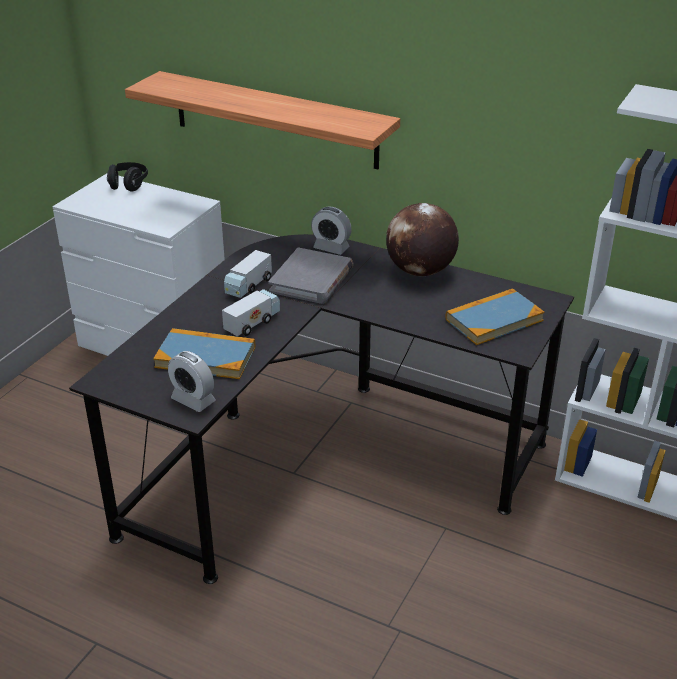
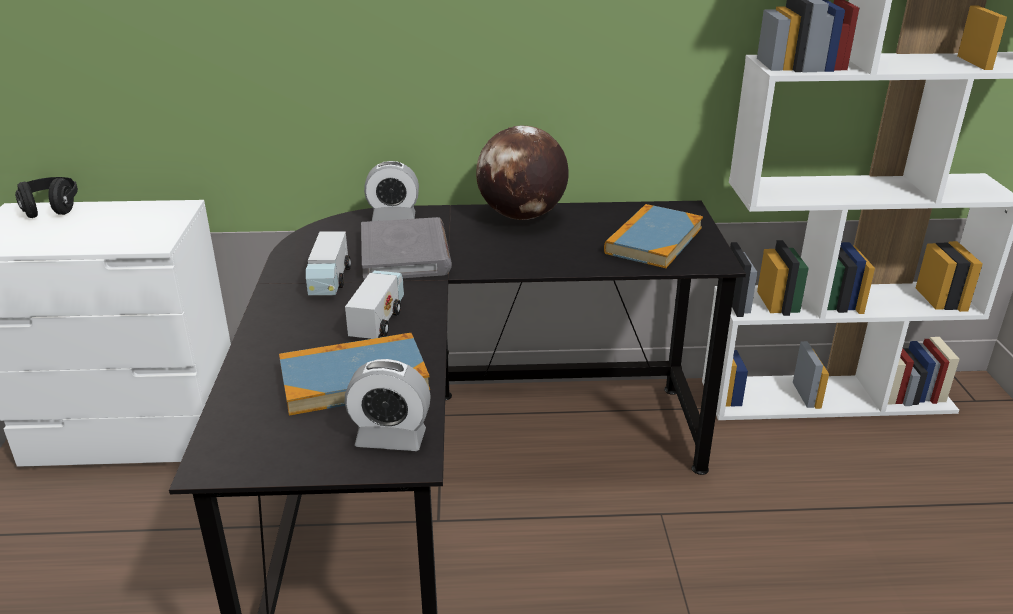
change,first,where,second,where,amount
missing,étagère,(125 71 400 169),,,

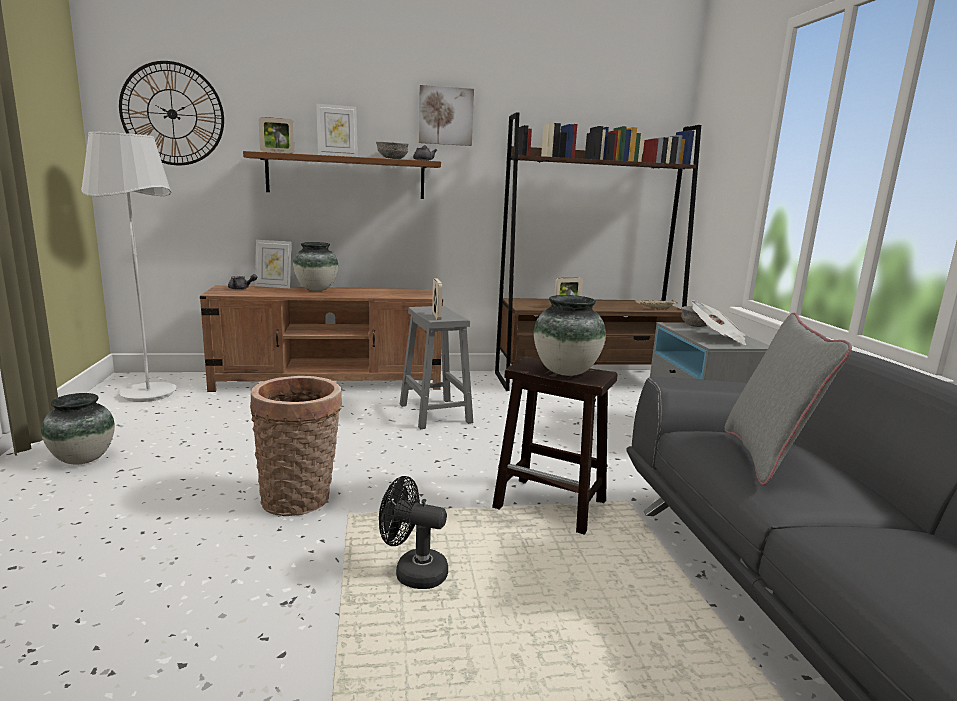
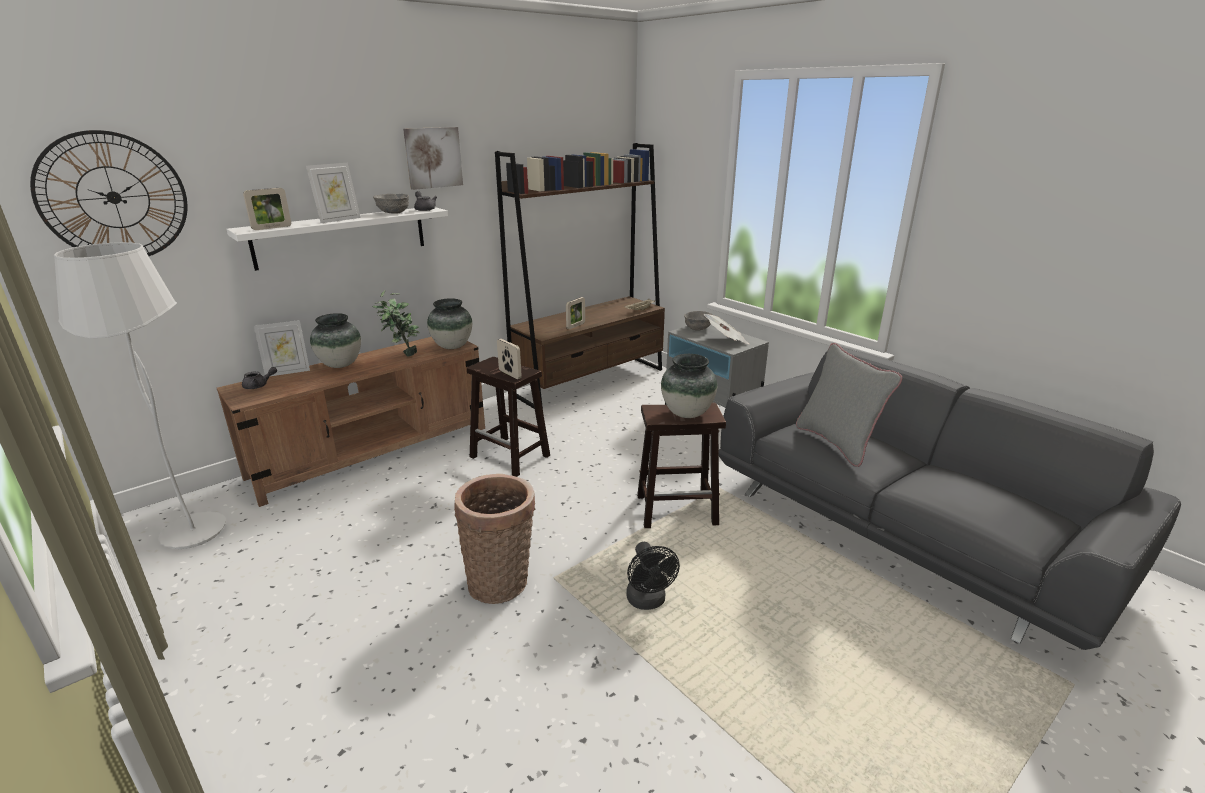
change,first,where,second,where,amount
colour,étagère/marron,(243 151 441 199),étagère/blanc,(226 207 448 271),
colour,tabouret/gris,(400 306 473 429),tabouret/marron,(467 357 550 477),
relocated,vase,(41 393 115 464),,(427 298 472 349),
spun,ventilateur/noir,(379 476 448 589),,(626 542 680 610),90 degrees counterclockwise
appeared,,,plante en pot,(373 290 420 356),

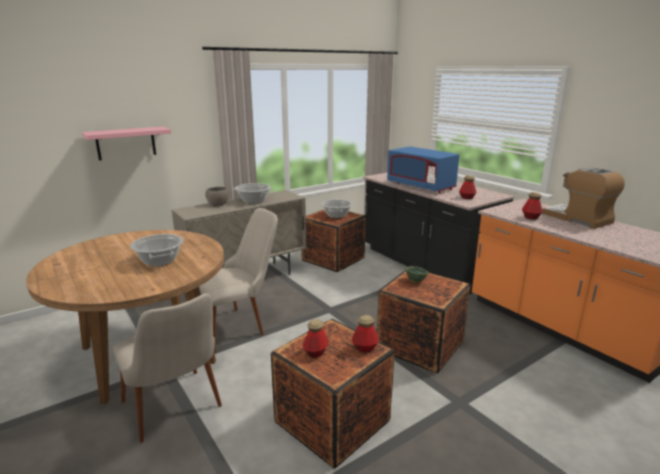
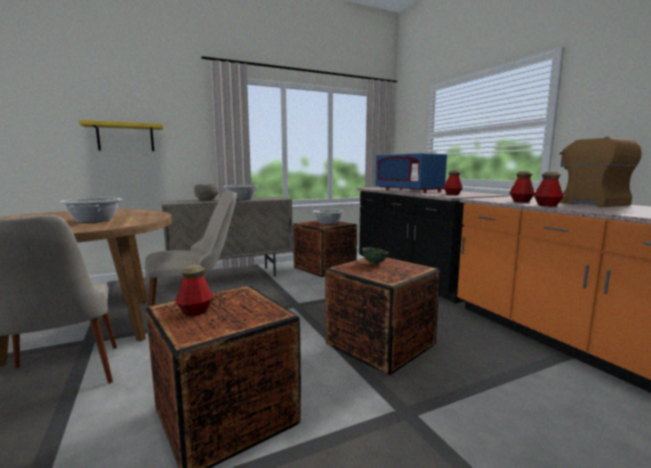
change,first,where,second,where,amount
colour,étagère/rose,(82 126 171 160),étagère/jaune,(79 120 163 151),
relocated,bouteille,(352 315 379 352),,(534 172 564 206),

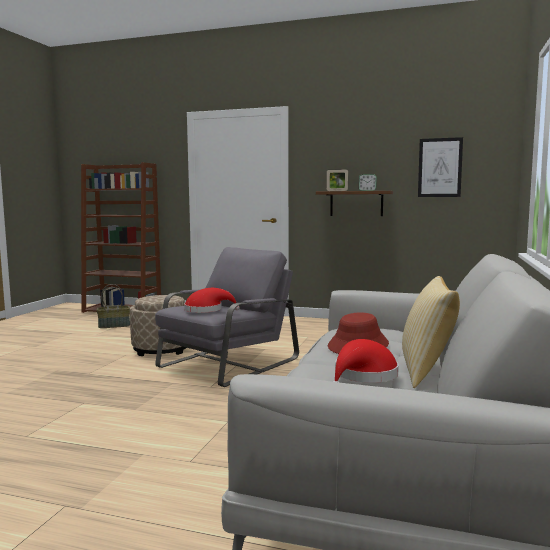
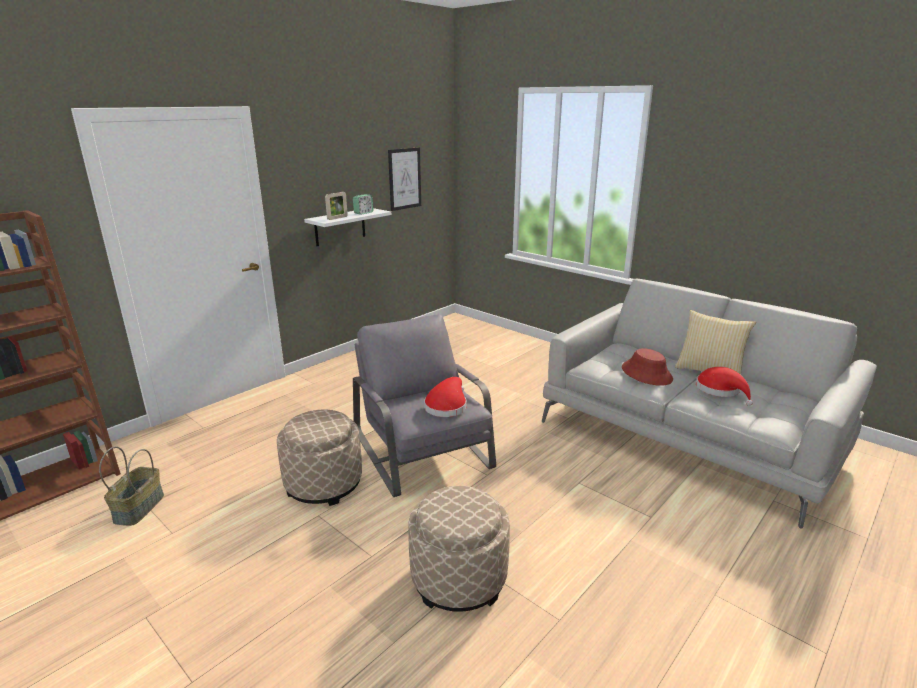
change,first,where,second,where,amount
colour,étagère/marron,(316 191 393 216),étagère/blanc,(304 208 391 246),
appeared,,,pouf/beige,(408 486 510 612),

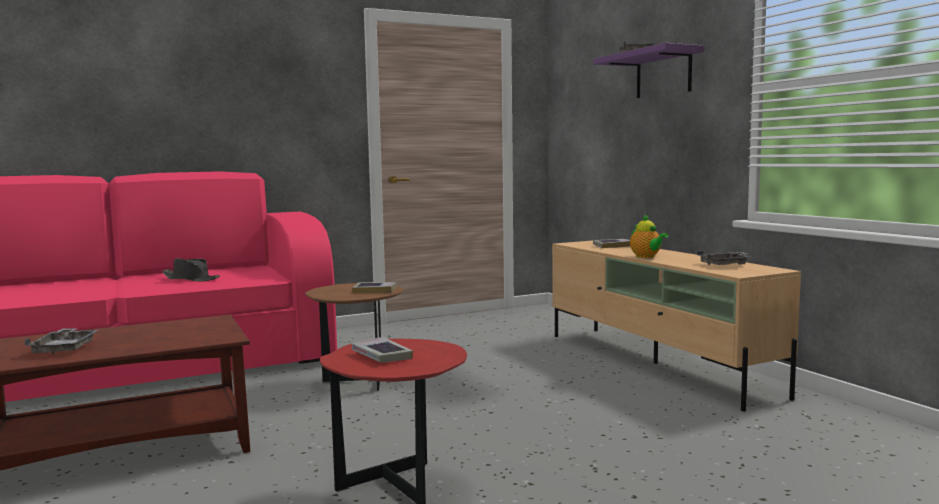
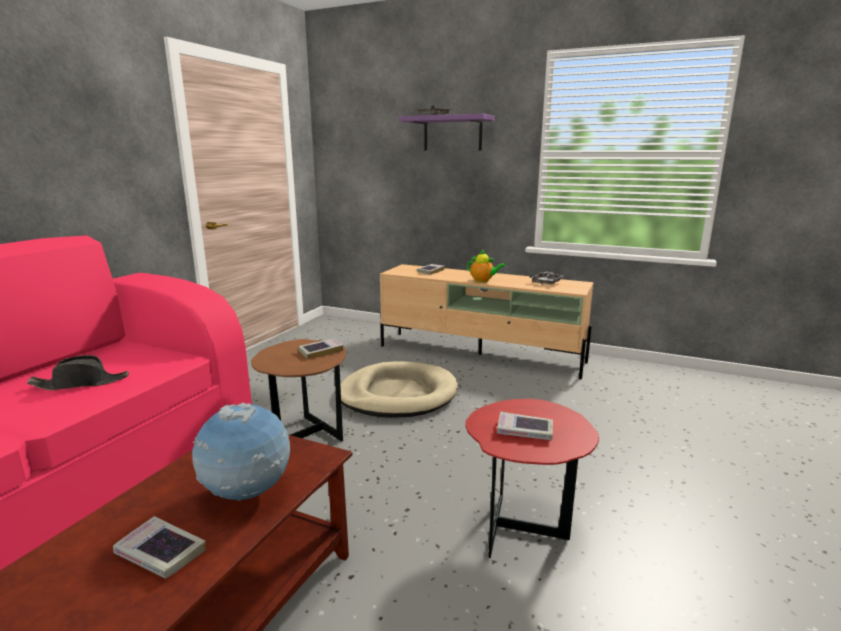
change,first,where,second,where,amount
exchanged,plateau/gris,(24 328 98 354),livre,(113 516 206 579),
appeared,,,panier pour chien/beige,(340 361 458 418),
appeared,,,globe,(192 402 290 500),

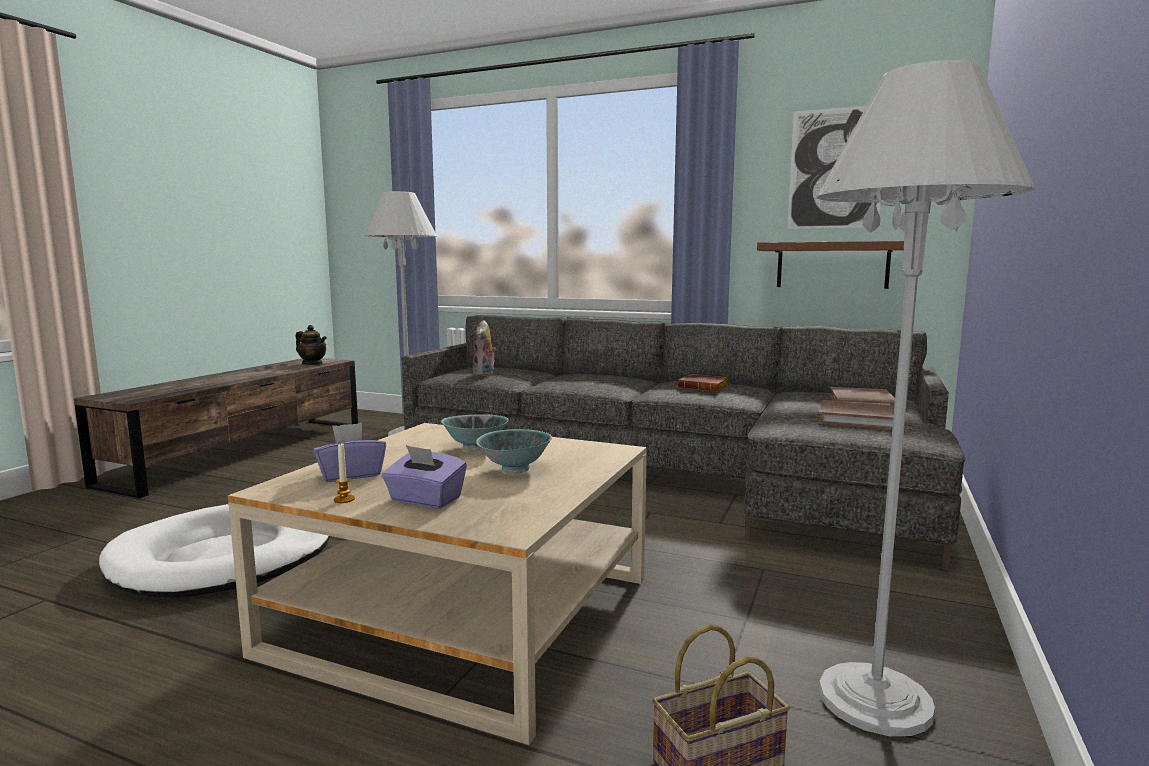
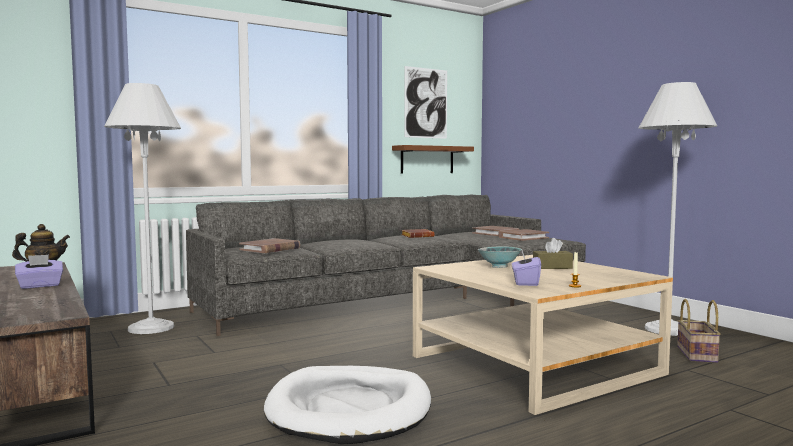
change,first,where,second,where,amount
exchanged,peluche,(473 320 497 376),livre/marron,(239 238 300 253),
exchanged,bol,(476 429 552 474),boîte à mouchoirs/marron,(533 238 573 269),
relocated,boîte à mouchoirs/violet,(382 445 467 509),,(15 254 63 289),

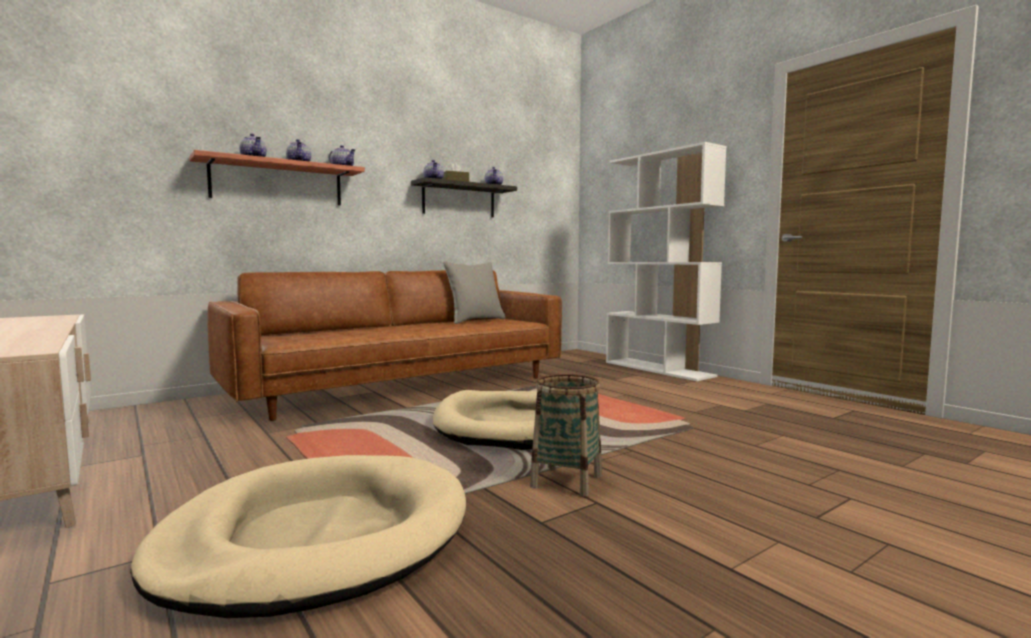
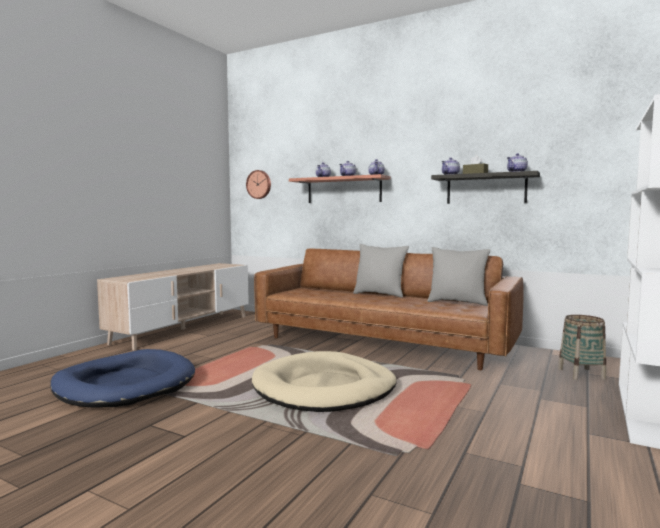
change,first,where,second,where,amount
relocated,panier,(530 374 602 497),,(558 315 606 380),
colour,panier pour chien/beige,(130 455 466 618),panier pour chien/bleu,(50 349 195 408),
appeared,,,horloge murale,(246 170 271 199),
appeared,,,coussin/gris,(353 244 409 298),

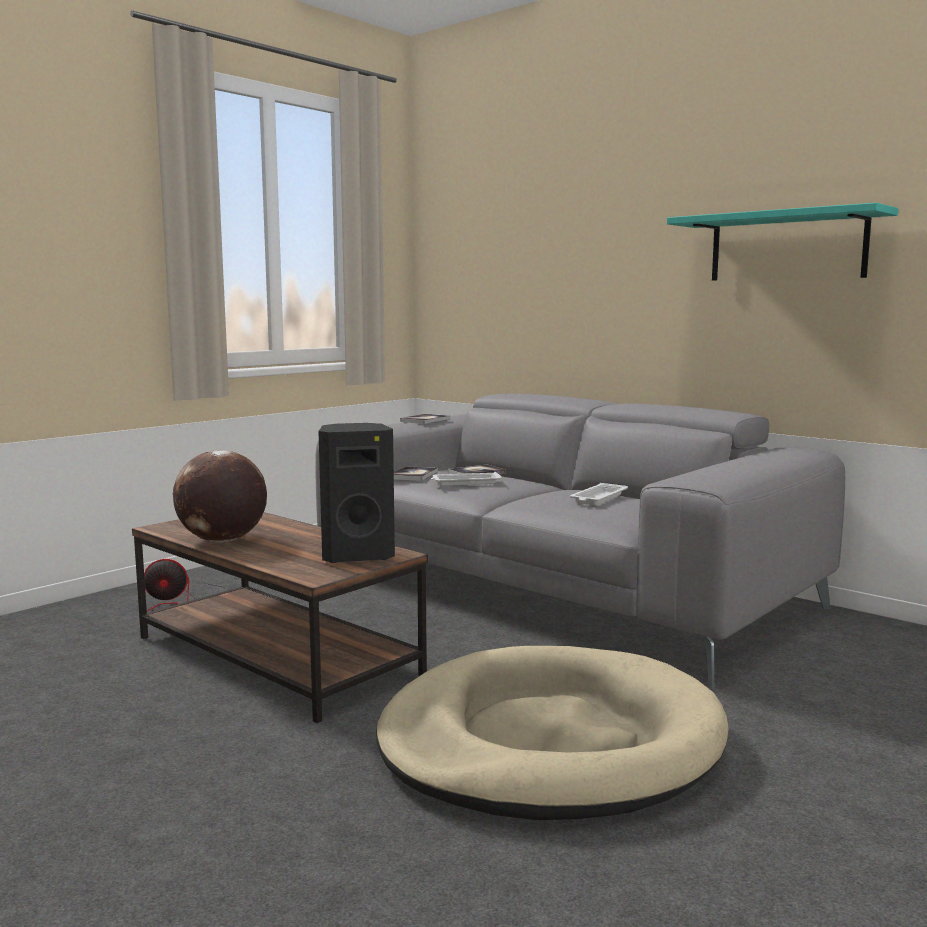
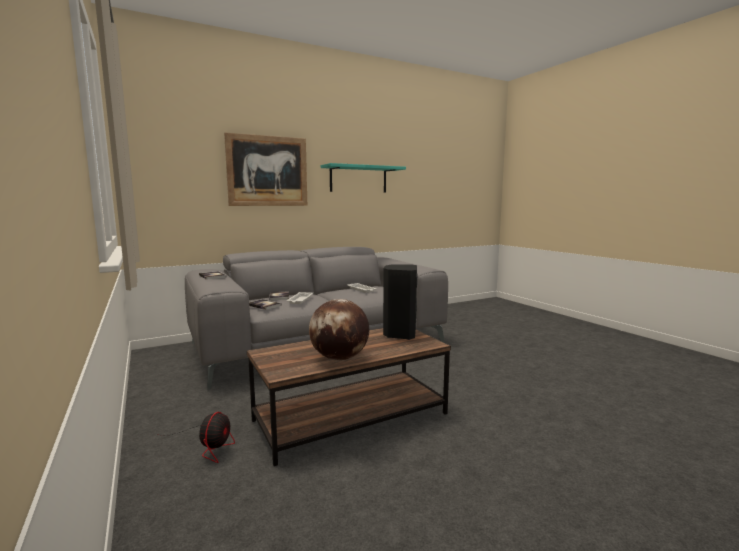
change,first,where,second,where,amount
missing,panier pour chien/beige,(376 646 729 820),,,
appeared,,,tableau,(224 133 307 206),

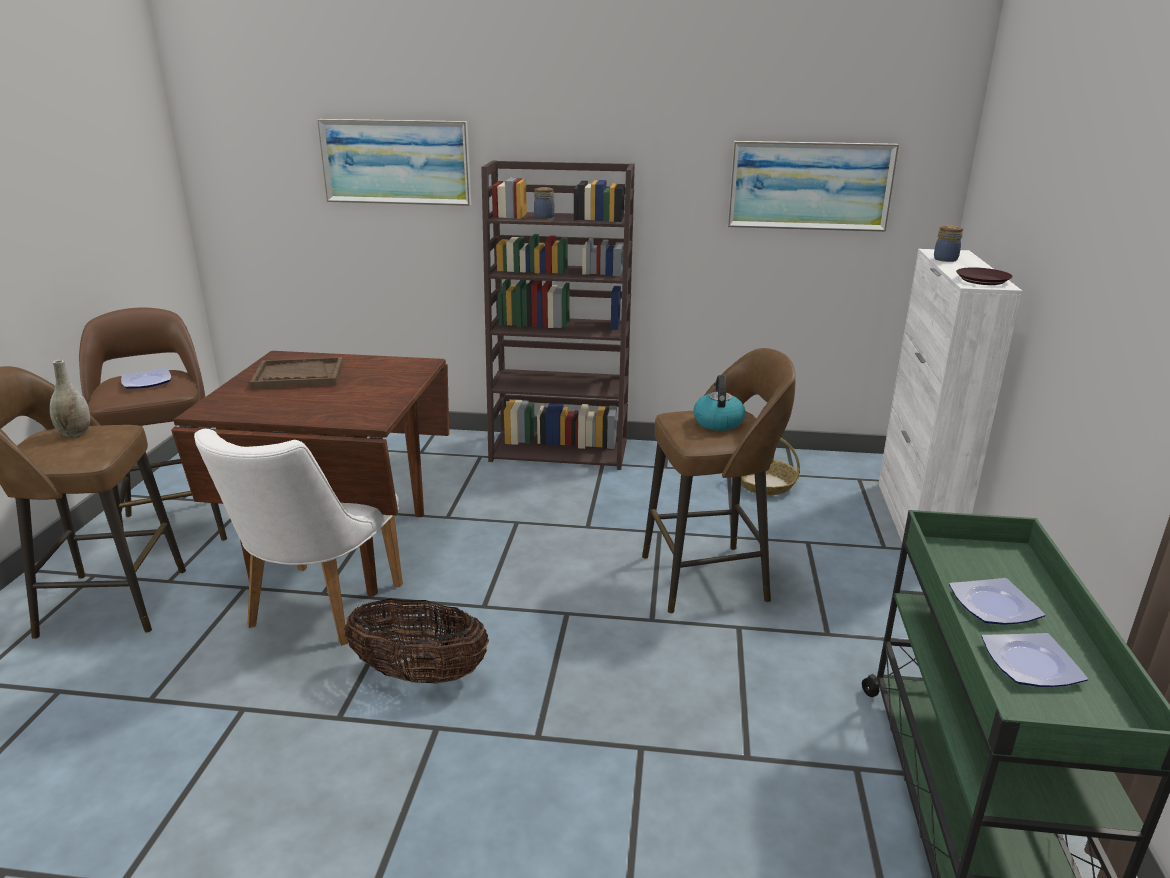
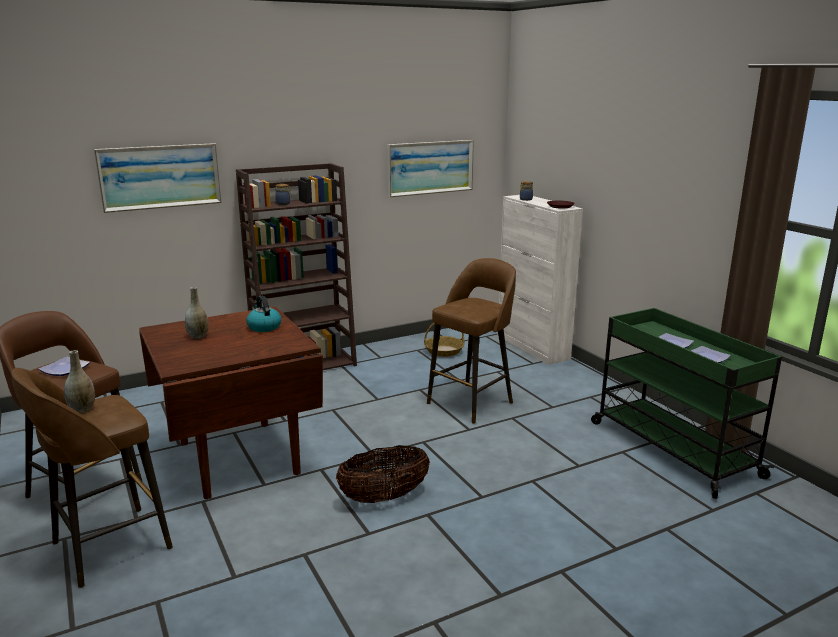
change,first,where,second,where,amount
exchanged,plateau/marron,(250 357 343 390),vase/gris,(185 287 209 338),
relocated,bouilloire,(693 375 745 431),,(246 296 281 332),
missing,chaise/blanc,(194 429 403 646),,,

